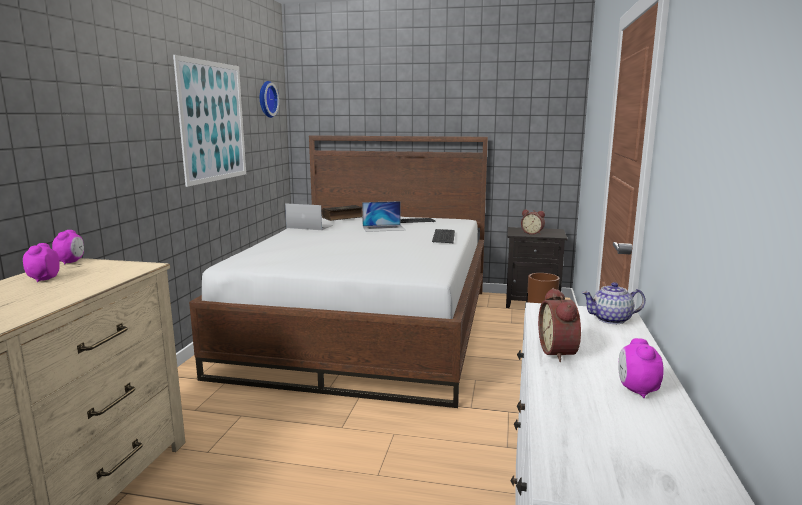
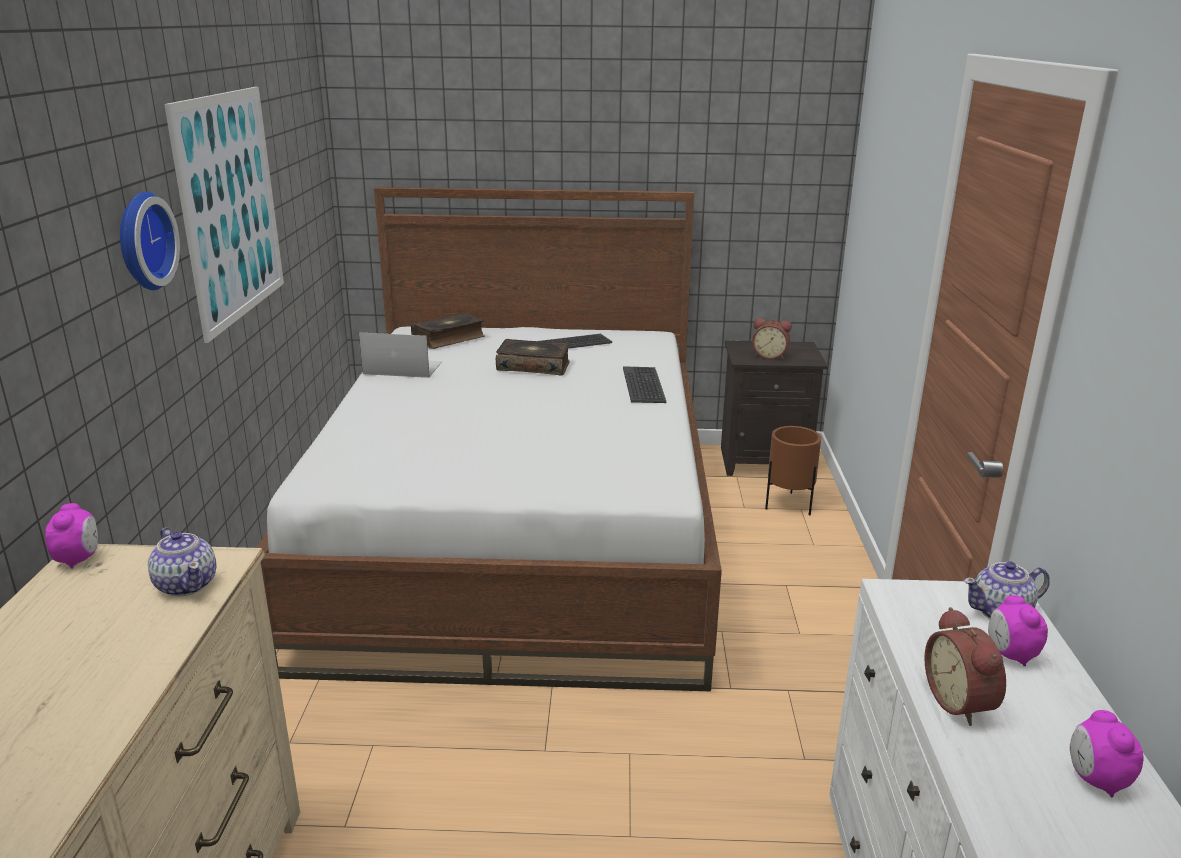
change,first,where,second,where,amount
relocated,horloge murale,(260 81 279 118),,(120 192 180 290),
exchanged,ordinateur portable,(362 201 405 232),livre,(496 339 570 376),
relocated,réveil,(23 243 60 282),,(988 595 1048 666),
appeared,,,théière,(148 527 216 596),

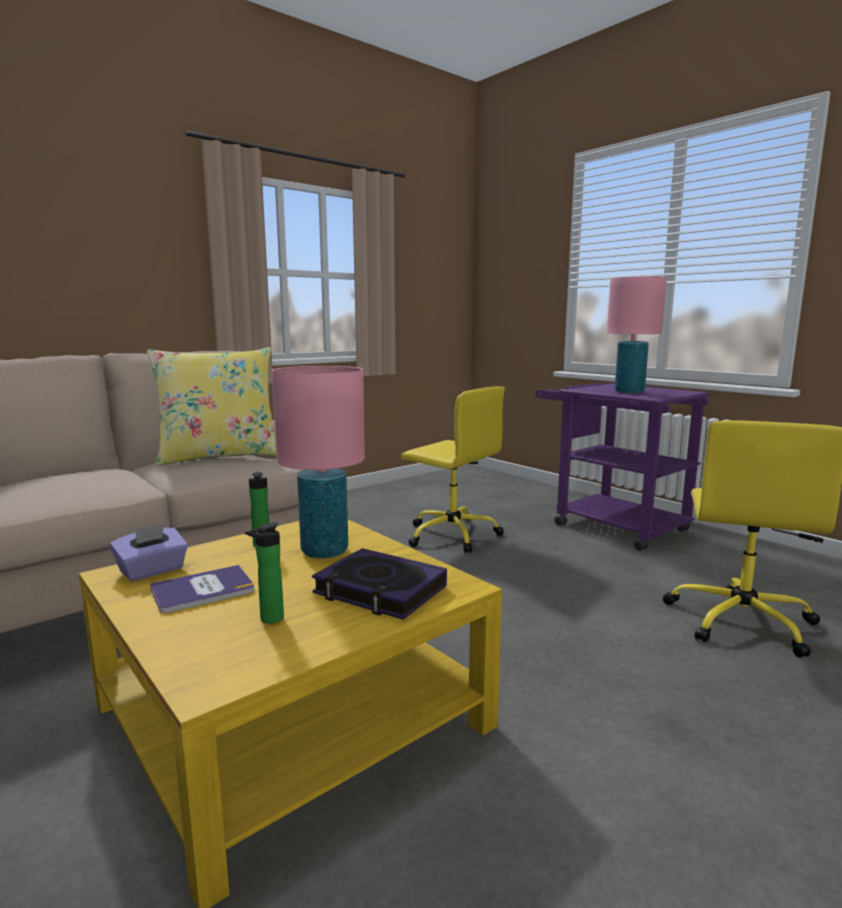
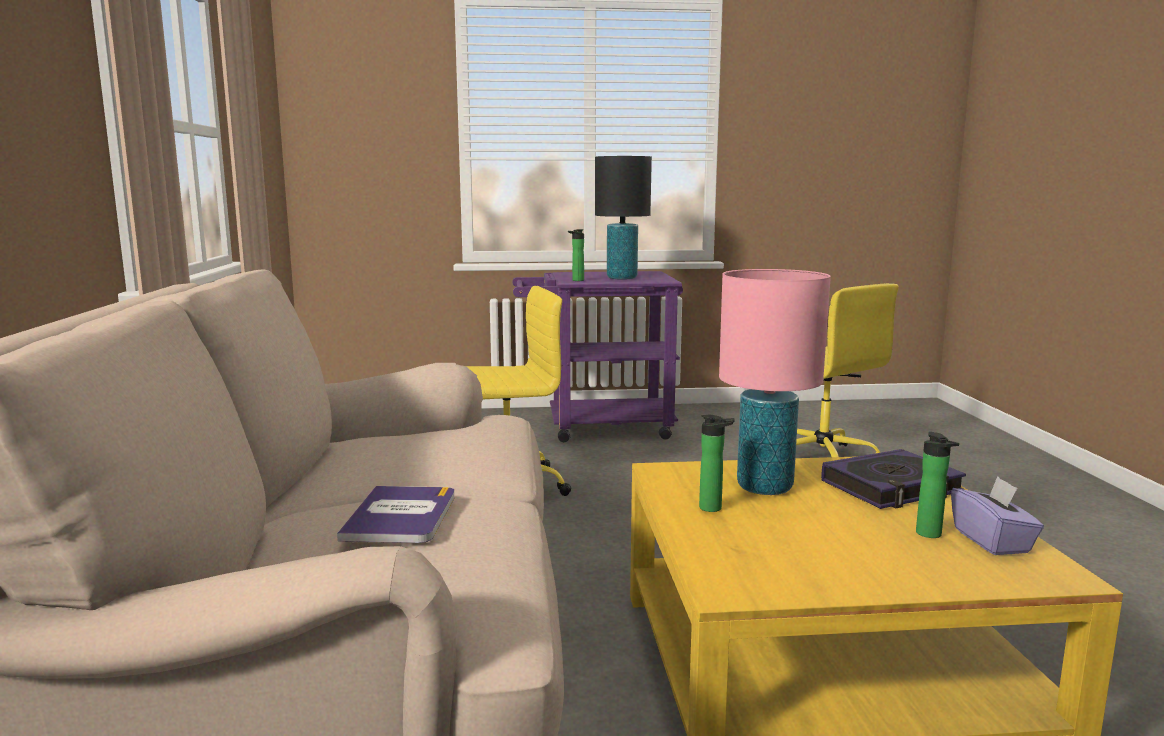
change,first,where,second,where,amount
colour,lampe de table/rose,(607 276 667 393),lampe de table/noir,(595 156 652 280),
missing,coussin/jaune,(147 347 276 466),,,
relocated,boîte à mouchoirs/violet,(110 524 188 581),,(951 476 1044 555),
relocated,livre,(150 565 255 613),,(337 486 455 543),
appeared,,,bouteille,(568 229 584 281),

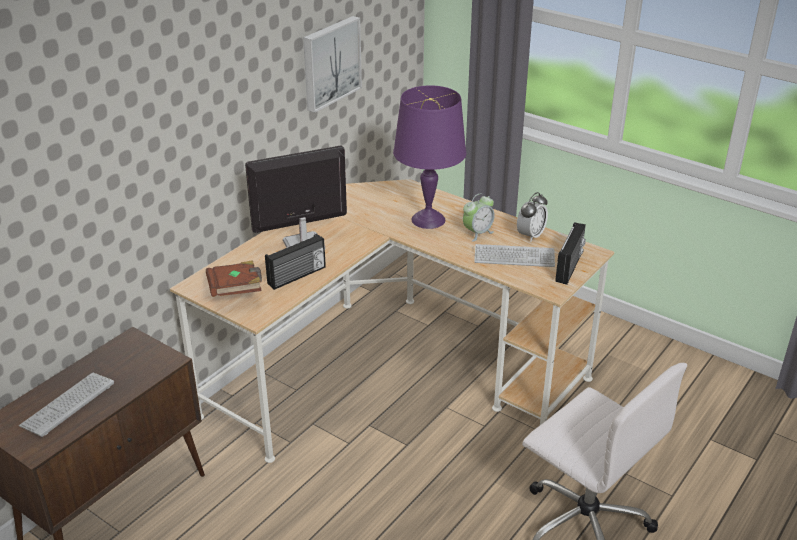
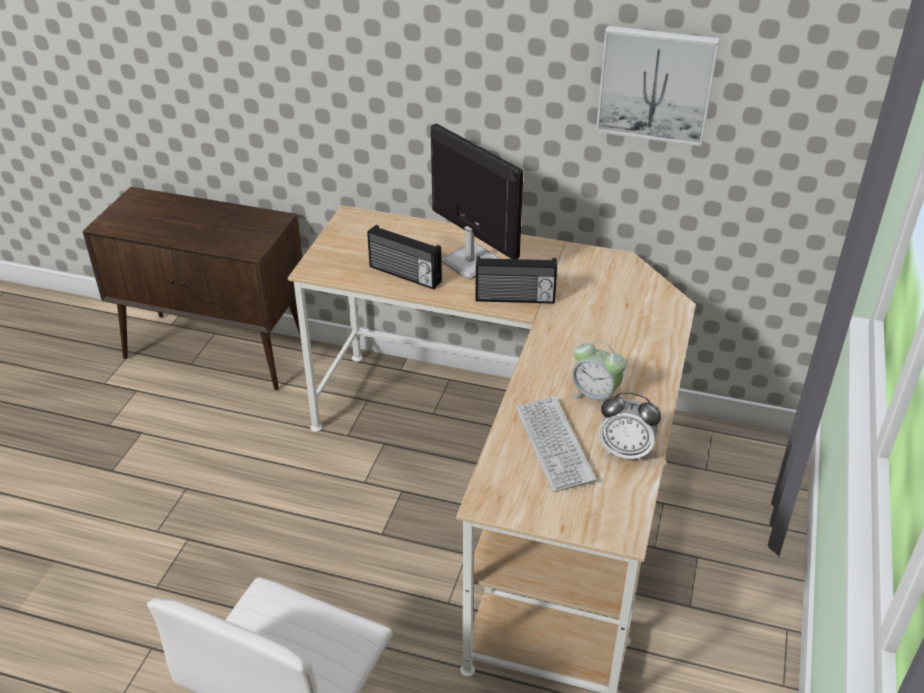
change,first,where,second,where,amount
missing,lampe de table/violet,(393 85 466 229),,,
relocated,radio,(555 222 586 285),,(475 256 557 304),
missing,livre/marron,(206 260 262 297),,,
missing,clavier,(19 373 114 437),,,

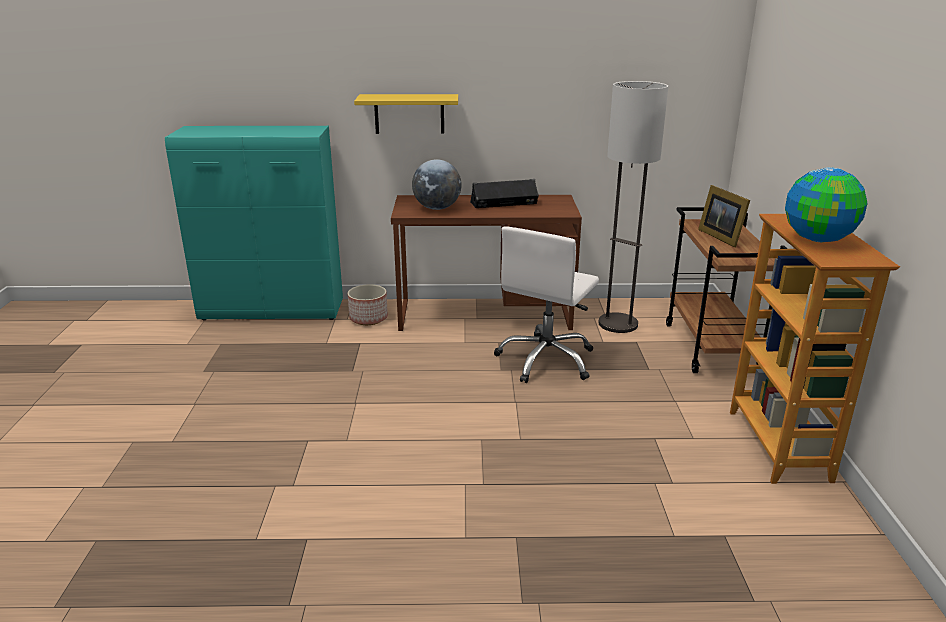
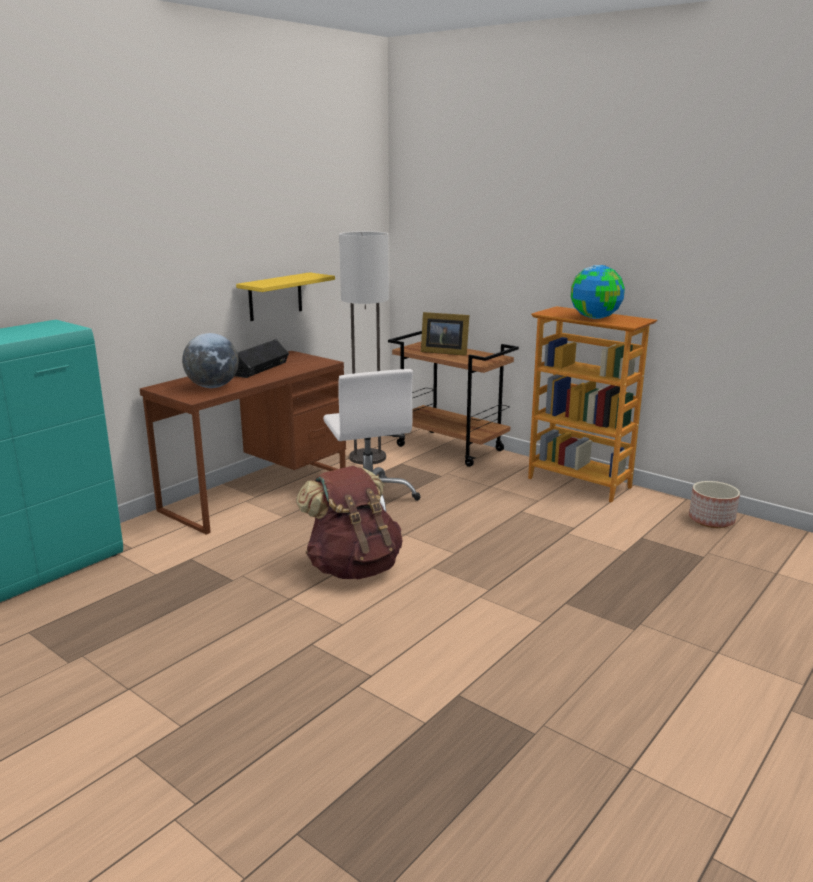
change,first,where,second,where,amount
relocated,étagère/jaune,(354 94 458 134),,(236 272 335 321),
relocated,cache-pot,(348 284 388 325),,(689 481 740 528),
appeared,,,sac à dos/marron,(296 466 403 579),

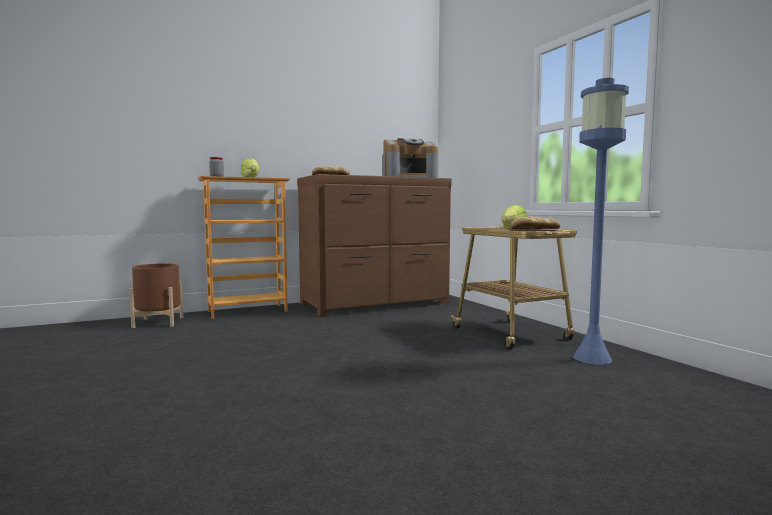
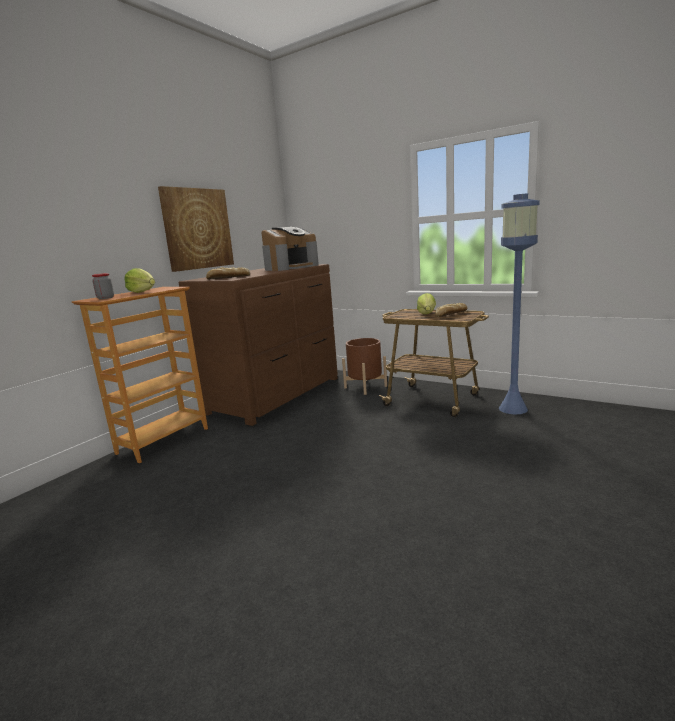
change,first,where,second,where,amount
relocated,cache-pot/marron,(129 263 183 328),,(342 338 387 395),
appeared,,,tableau,(158 186 234 272),

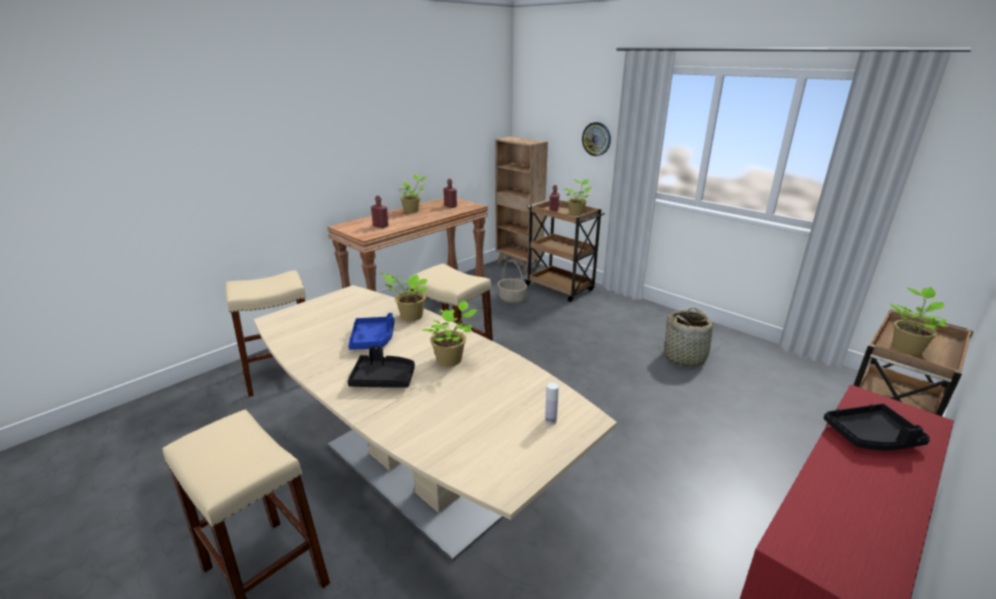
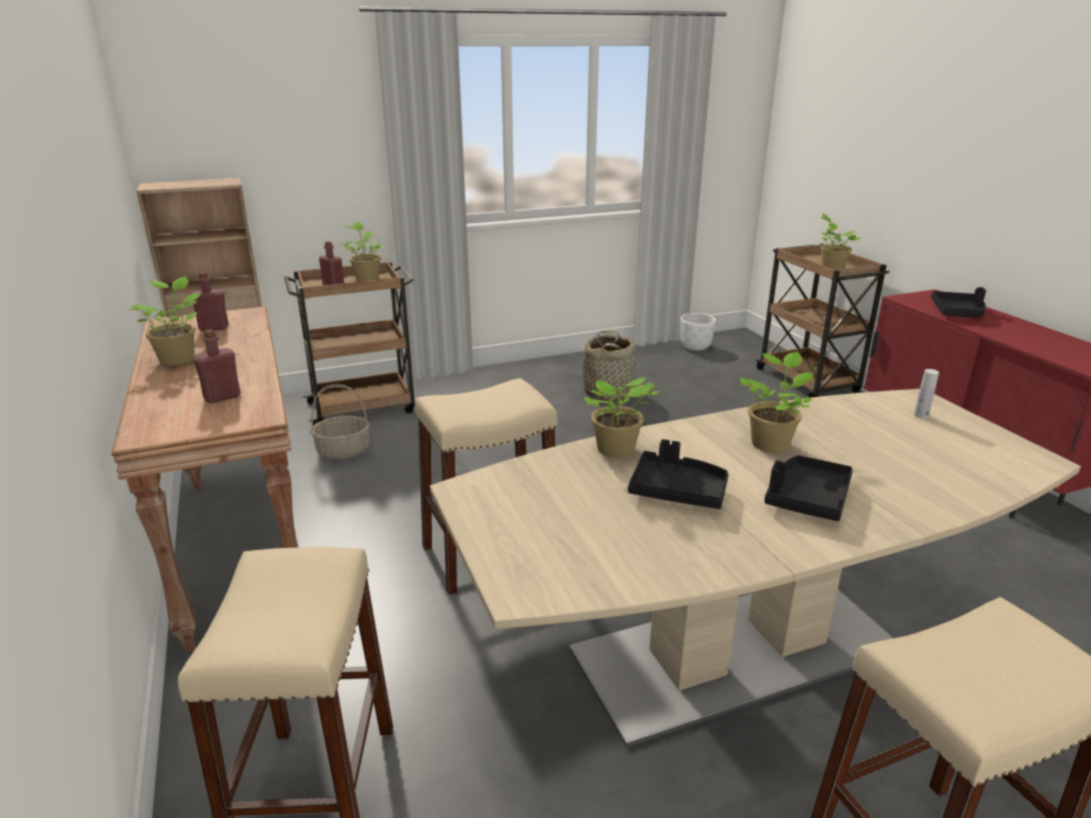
change,first,where,second,where,amount
missing,horloge murale,(582 122 611 156),,,
colour,plateau/bleu,(348 313 394 350),plateau/noir,(628 439 729 509),
appeared,,,cache-pot/blanc,(680 313 716 351),

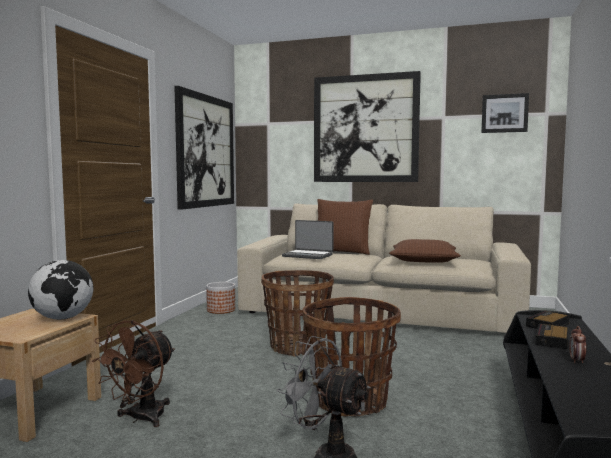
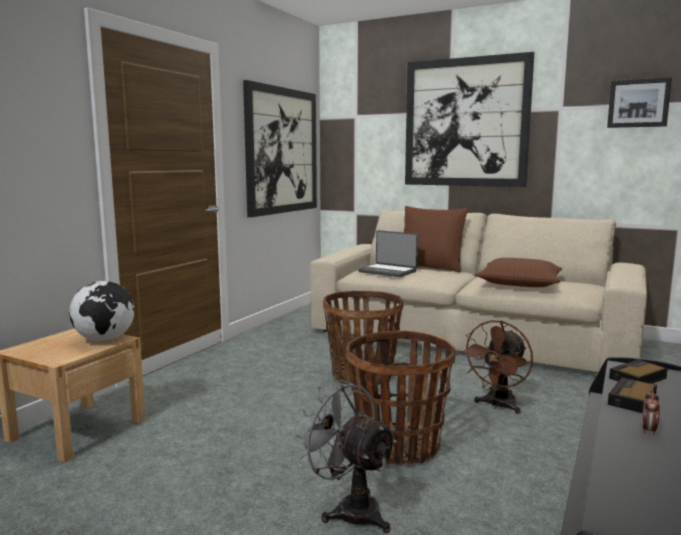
change,first,where,second,where,amount
missing,cache-pot,(206 282 235 314),,,
relocated,ventilateur/marron,(91 320 175 427),,(461 320 533 414),

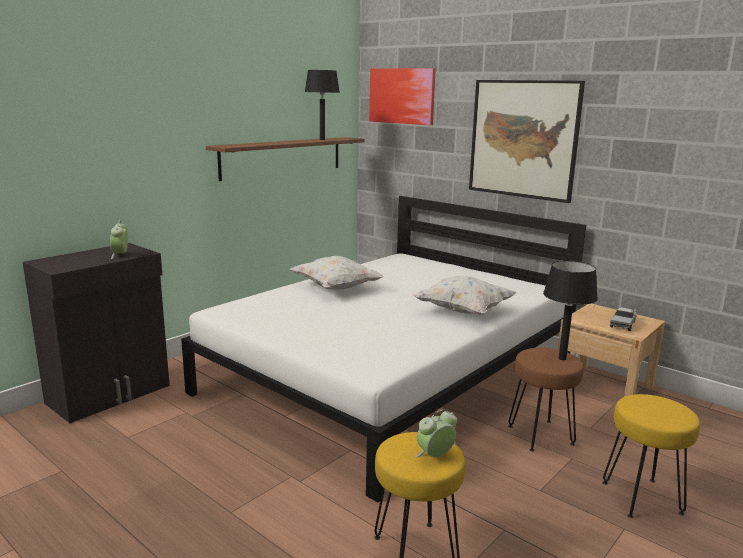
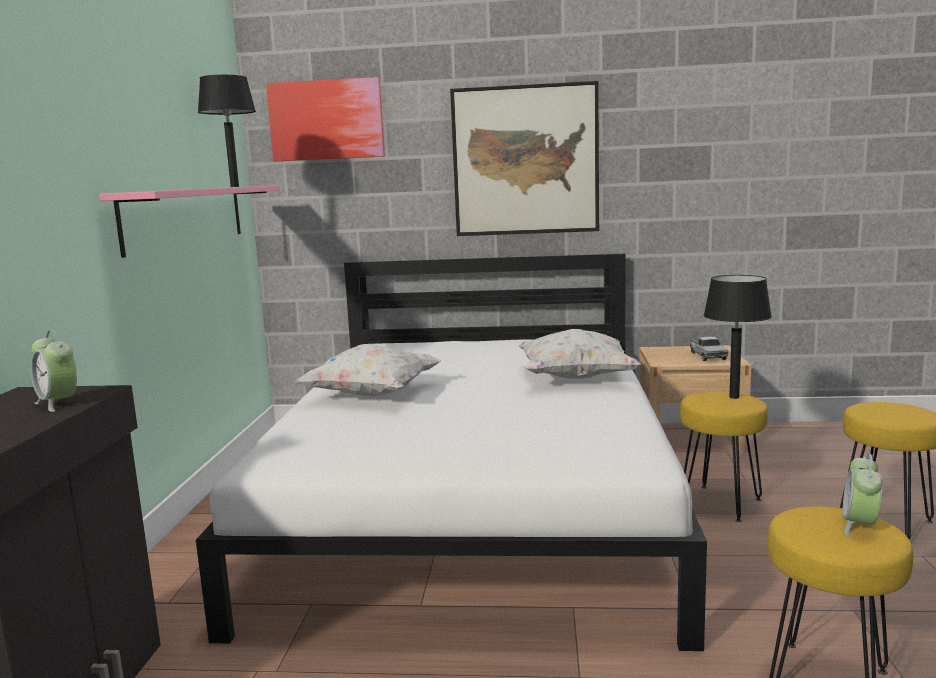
change,first,where,second,where,amount
colour,étagère/marron,(206 137 365 181),étagère/rose,(99 185 280 258),
colour,tabouret/marron,(508 348 584 452),tabouret/jaune,(680 392 768 522),

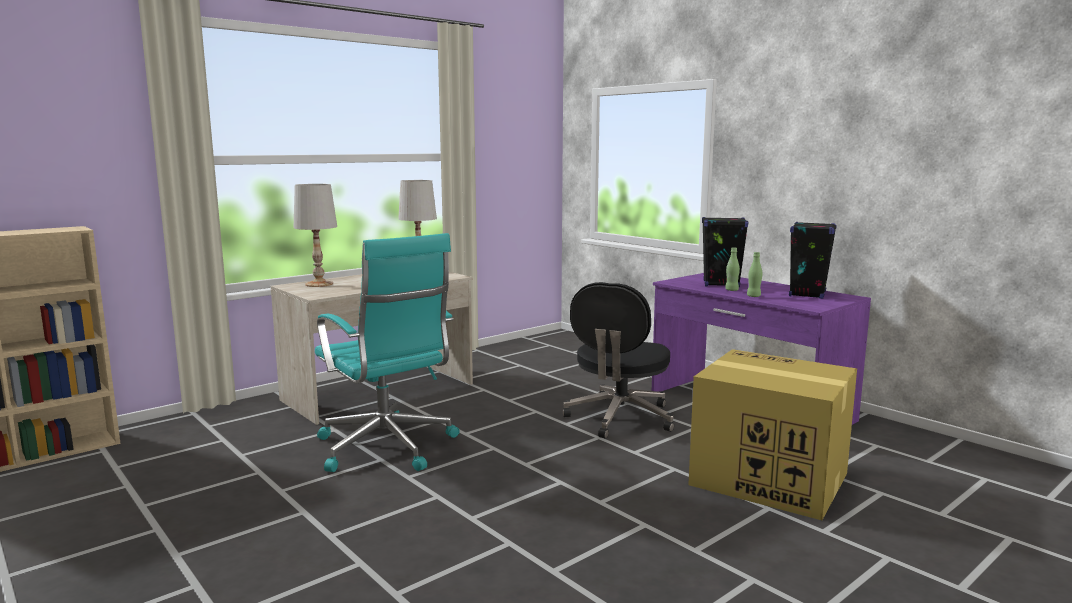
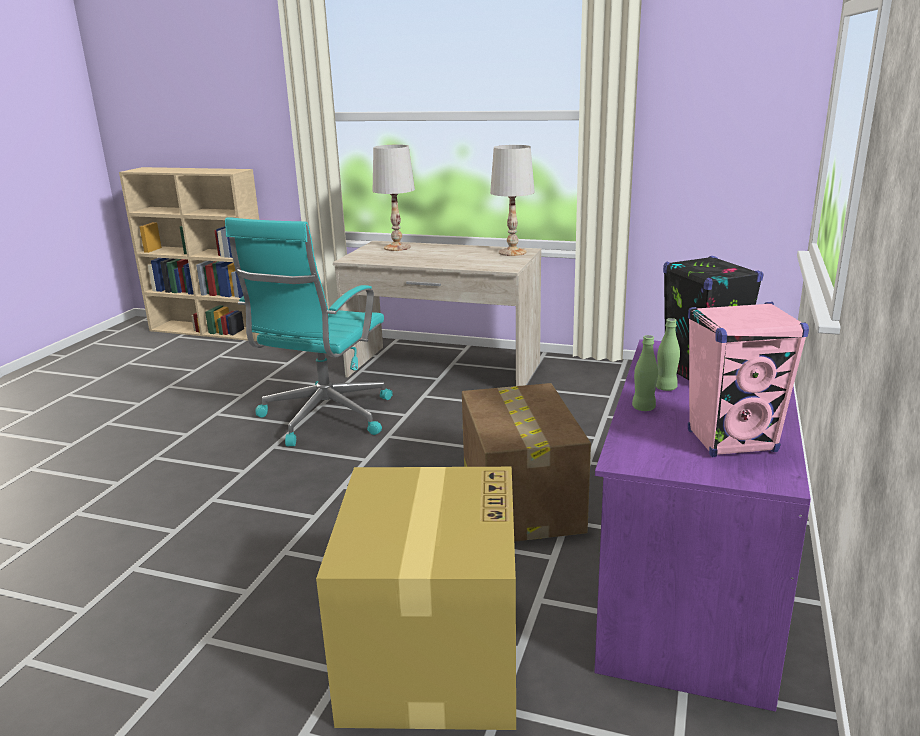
change,first,where,second,where,amount
colour,enceinte/noir,(789 222 837 299),enceinte/rose,(688 302 809 457),
exchanged,chaise de bureau/noir,(563 282 674 439),carton,(462 383 591 542),

